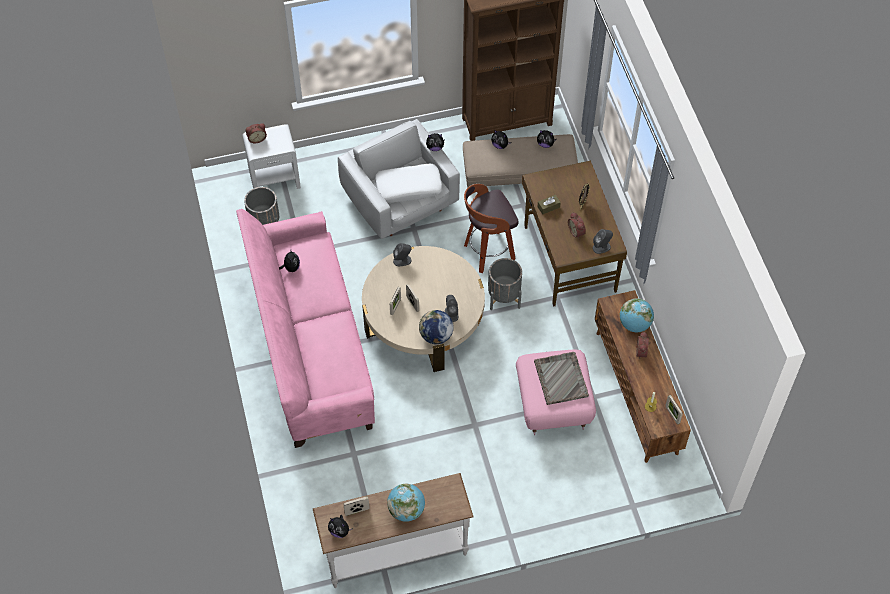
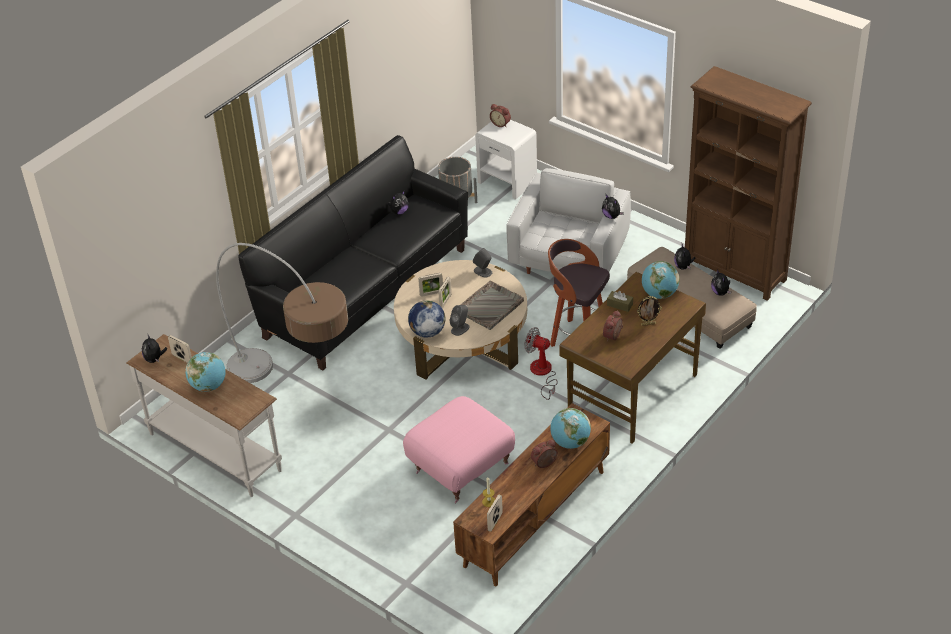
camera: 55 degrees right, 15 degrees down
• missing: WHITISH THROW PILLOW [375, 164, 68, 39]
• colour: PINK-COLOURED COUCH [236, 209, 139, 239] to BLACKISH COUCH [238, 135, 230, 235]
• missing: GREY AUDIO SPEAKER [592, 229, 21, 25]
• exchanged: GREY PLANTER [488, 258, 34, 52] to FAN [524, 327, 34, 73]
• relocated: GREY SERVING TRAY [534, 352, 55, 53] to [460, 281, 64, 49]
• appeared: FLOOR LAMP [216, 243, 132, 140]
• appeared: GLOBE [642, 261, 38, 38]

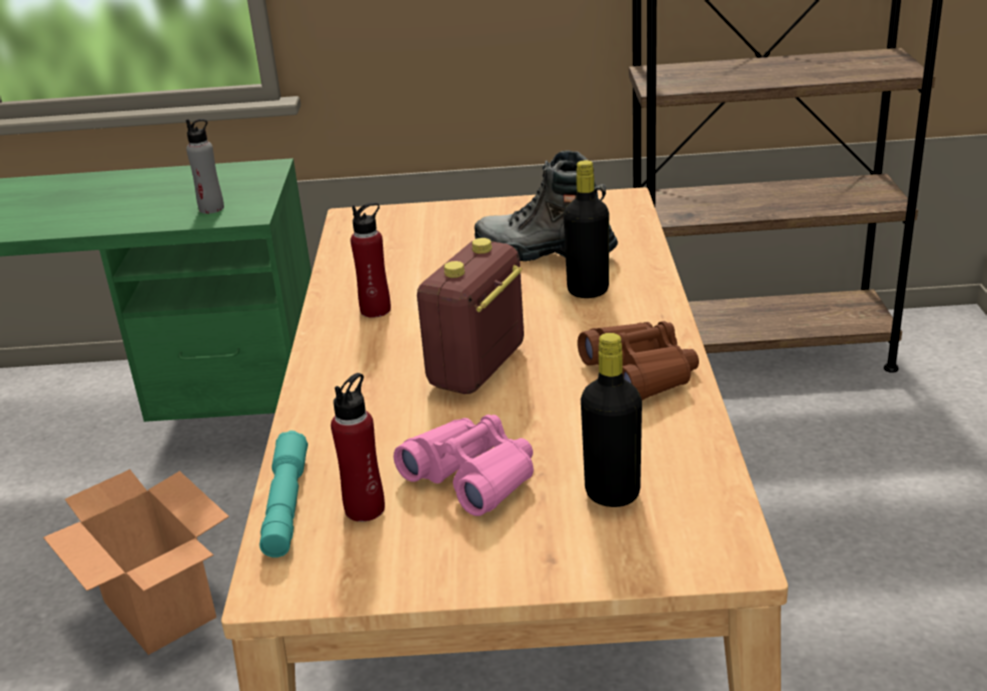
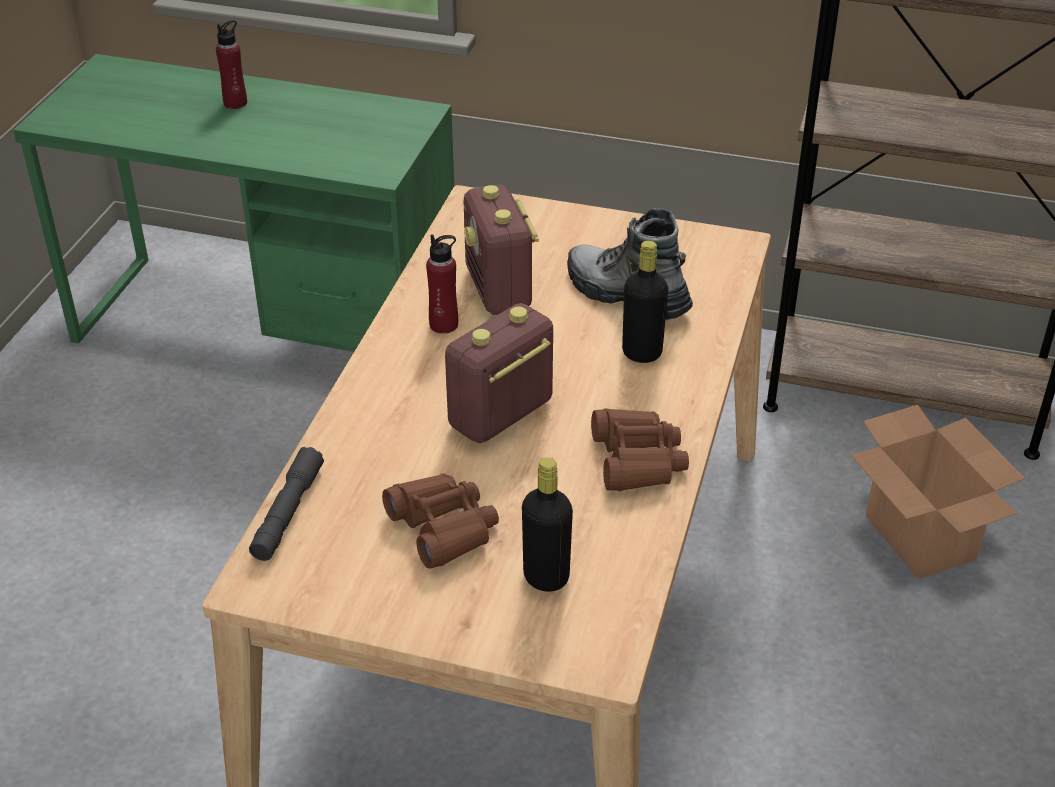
camera: 15 degrees right, 10 degrees up
• missing: GREY BOTTLE [186, 119, 38, 95]
• relocated: RED BOTTLE [331, 373, 54, 149] to [216, 20, 31, 89]
• colour: PINK-COLOURED FIELD GLASSES [393, 415, 141, 101] to BROWNISH FIELD GLASSES [382, 473, 117, 96]
• colour: TURQUOISE-COLOURED FLASHLIGHT [259, 430, 49, 128] to GREY FLASHLIGHT [249, 447, 75, 114]
• relocated: CARTON [43, 469, 186, 186] to [851, 405, 174, 174]
• appeared: RADIO SET [464, 185, 75, 130]

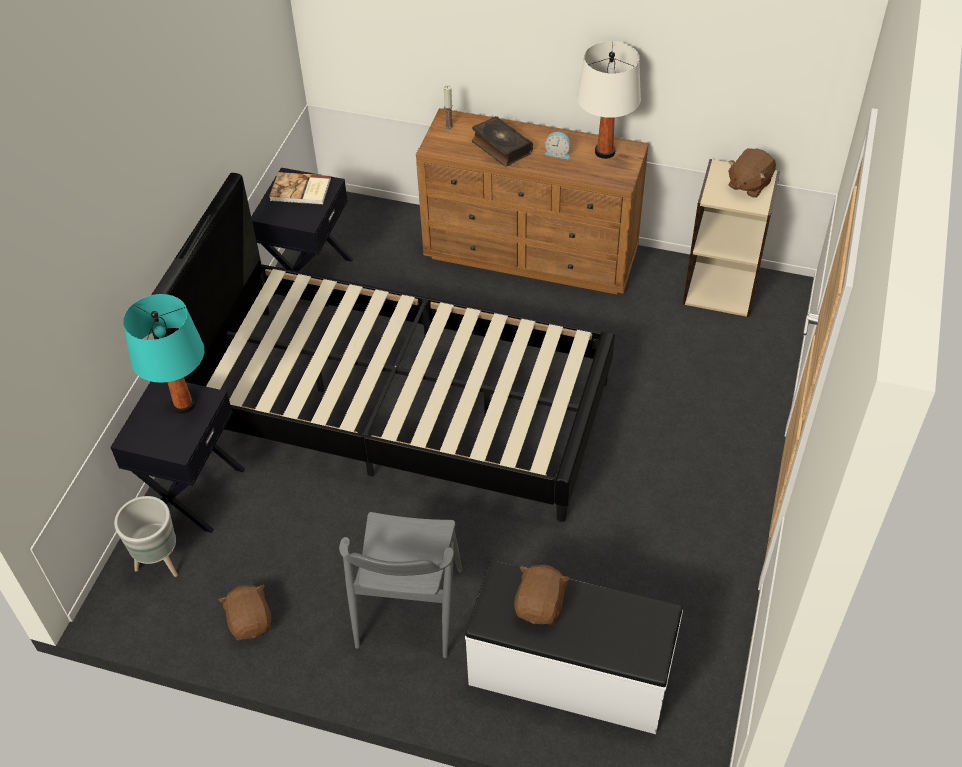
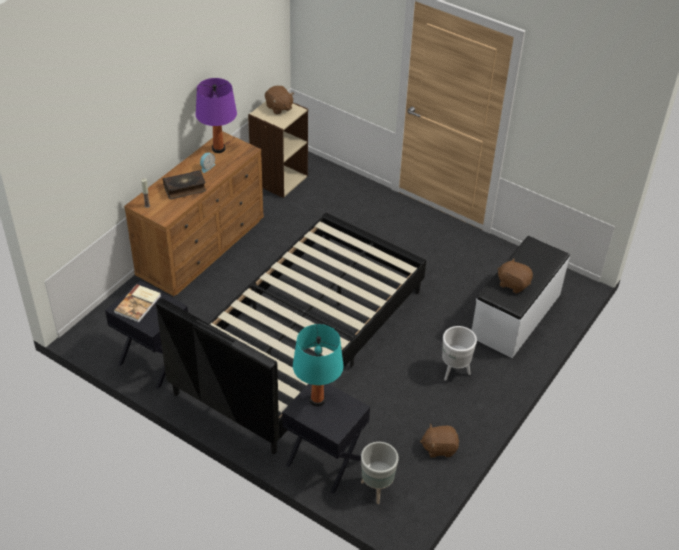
camera: 75 degrees left, 5 degrees down
• colour: WHITISH LAMP FOR A TABLE [577, 41, 64, 118] to PURPLISH LAMP FOR A TABLE [196, 78, 41, 75]
• exchanged: GREY CHAIR [339, 512, 123, 146] to WHITISH PLANTER [442, 326, 35, 55]

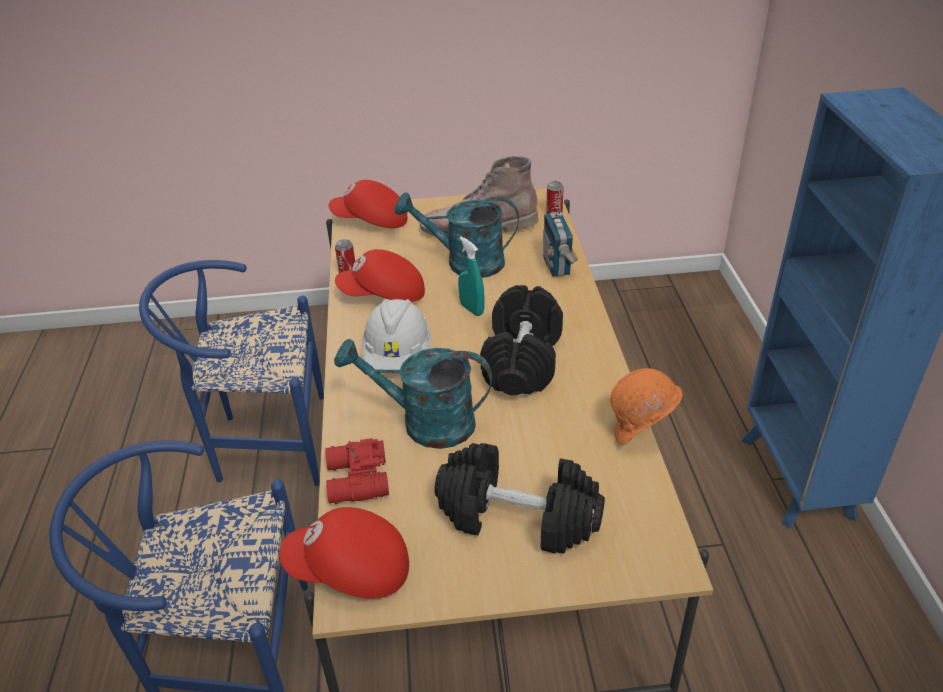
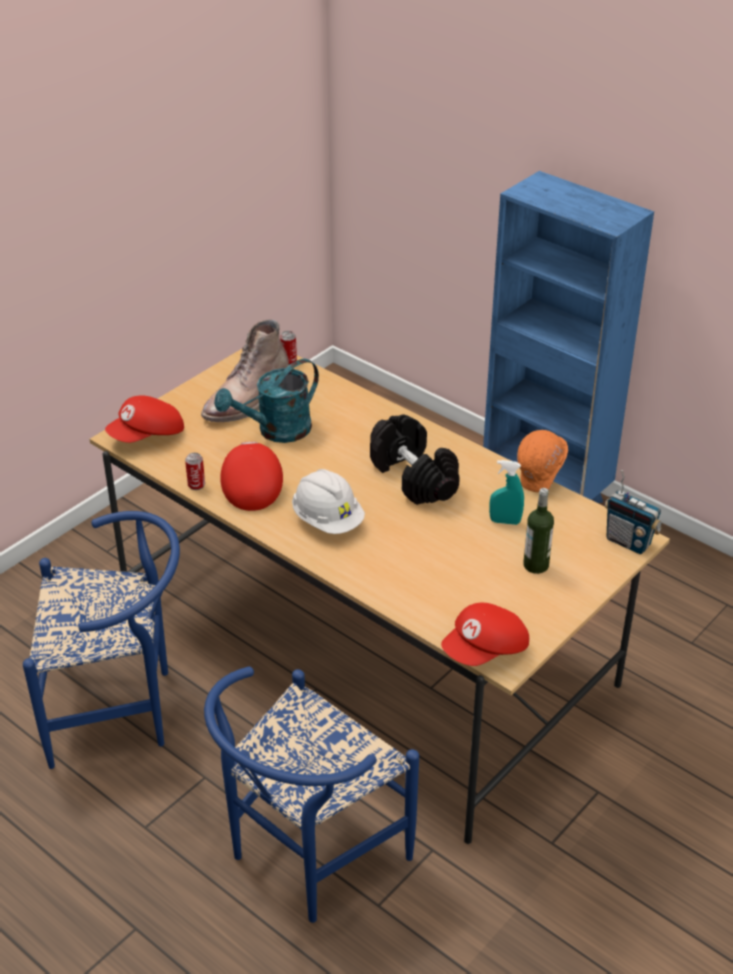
camera: 45 degrees left, 0 degrees up
• relocated: RADIO SET [543, 189, 35, 88] to [604, 470, 58, 84]
• relocated: TURQUOISE-COLOURED SPRAY BOTTLE [458, 237, 26, 79] to [489, 460, 35, 65]
• spun: RED PEAKED CAP [335, 249, 90, 53] = [220, 442, 63, 69] 135 degrees clockwise
• spun: BLUE CHAIR [139, 260, 185, 226] = [23, 511, 157, 258] 135 degrees counterclockwise
• missing: TURQUOISE-COLOURED WATERING CAN [334, 339, 158, 110]
• missing: RED FIELD GLASSES [325, 438, 64, 66]
• exchanged: BLACKISH HAND WEIGHT [434, 443, 171, 111] to BOTTLE [523, 488, 31, 86]

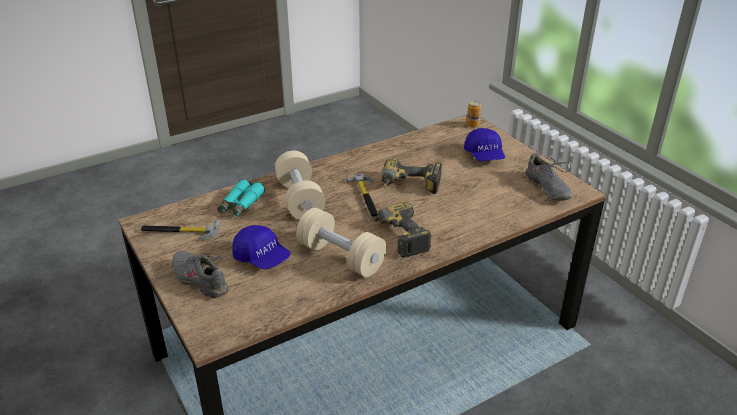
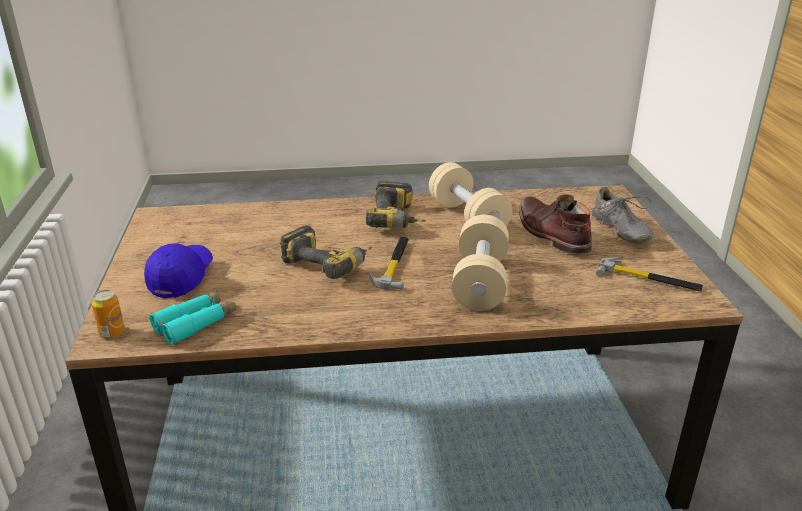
camera: 155 degrees left, 5 degrees down
• missing: GREY SHOE [523, 153, 49, 48]
• relocated: TURQUOISE-COLOURED FIELD GLASSES [217, 179, 48, 37] to [150, 290, 87, 55]
• exchanged: BLUE PEAKED CAP [232, 225, 58, 45] to BROWNISH HIGH-TOP BOOT [519, 194, 73, 60]

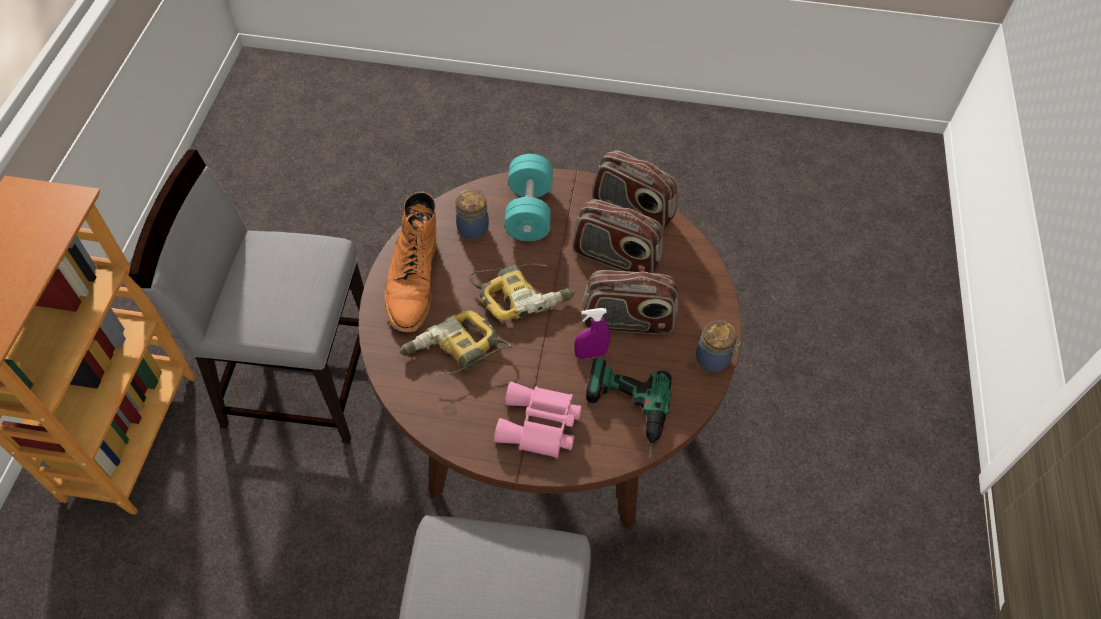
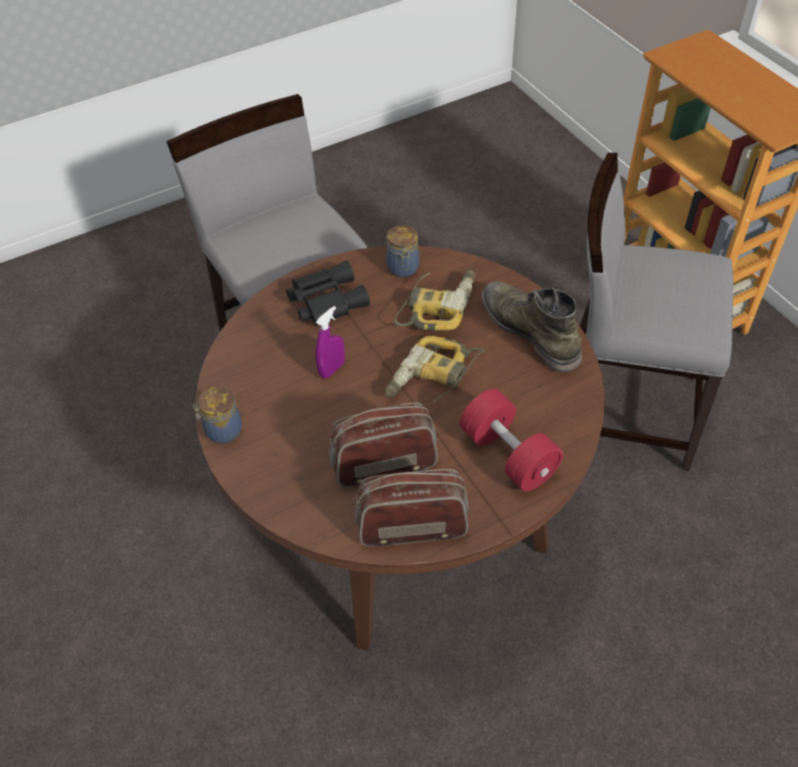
camera: 145 degrees right, 5 degrees down
• spun: GREY CHAIR [129, 150, 235, 294] = [580, 153, 153, 318] 135 degrees counterclockwise
• colour: TURQUOISE-COLOURED HAND WEIGHT [505, 154, 48, 87] to RED HAND WEIGHT [460, 389, 103, 102]
• relocated: PRESERVE JAR [455, 189, 34, 50] to [386, 225, 33, 52]
• colour: ORANGE HIGH-TOP BOOT [384, 191, 52, 141] to GREEN-COLOURED HIGH-TOP BOOT [481, 281, 101, 91]
• missing: RADIO SET [582, 270, 96, 64]
• missing: DRILL [586, 358, 86, 101]
• colour: PINK-COLOURED FIELD GLASSES [494, 381, 87, 78] to BLACKISH FIELD GLASSES [286, 260, 84, 66]

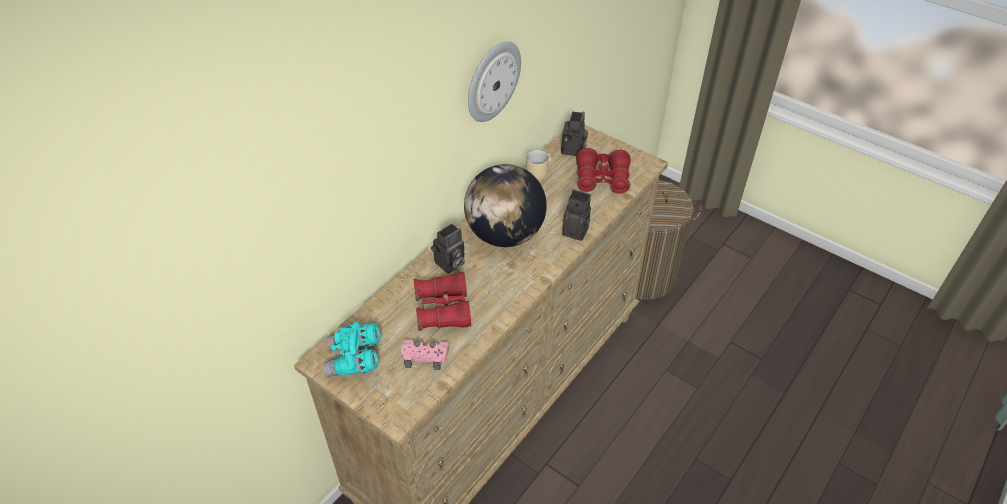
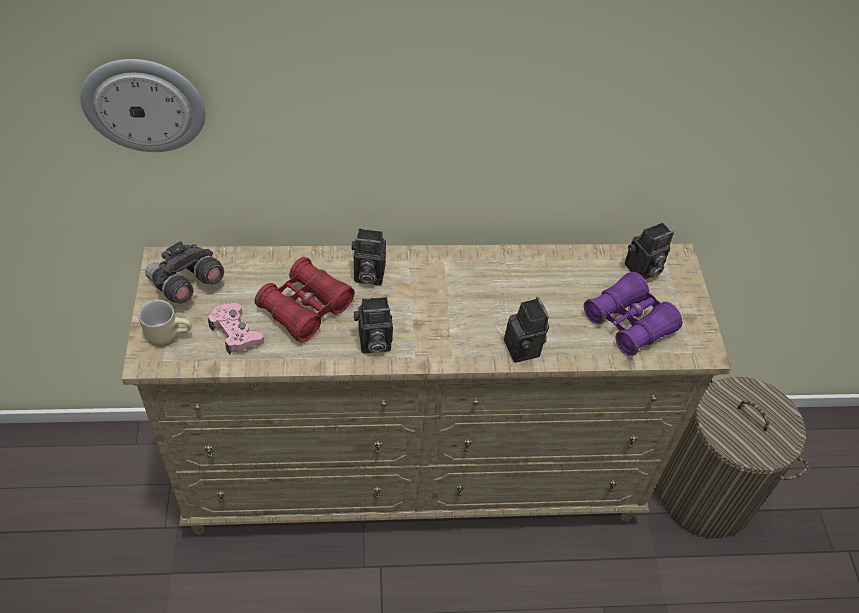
camera: 45 degrees right, 5 degrees up
• relocated: HANGING CLOCK [468, 41, 53, 81] to [80, 59, 126, 93]
• colour: RED FIELD GLASSES [576, 148, 55, 46] to PURPLISH FIELD GLASSES [584, 272, 98, 84]
• relocated: SAND-COLOURED COFFEE MUG [526, 150, 25, 32] to [138, 300, 54, 47]
• missing: GLOBE [464, 164, 83, 83]
• colour: TURQUOISE-COLOURED FIELD GLASSES [323, 322, 58, 55] to GREY FIELD GLASSES [145, 241, 79, 63]
• appeared: PHOTO CAMERA [354, 297, 39, 56]

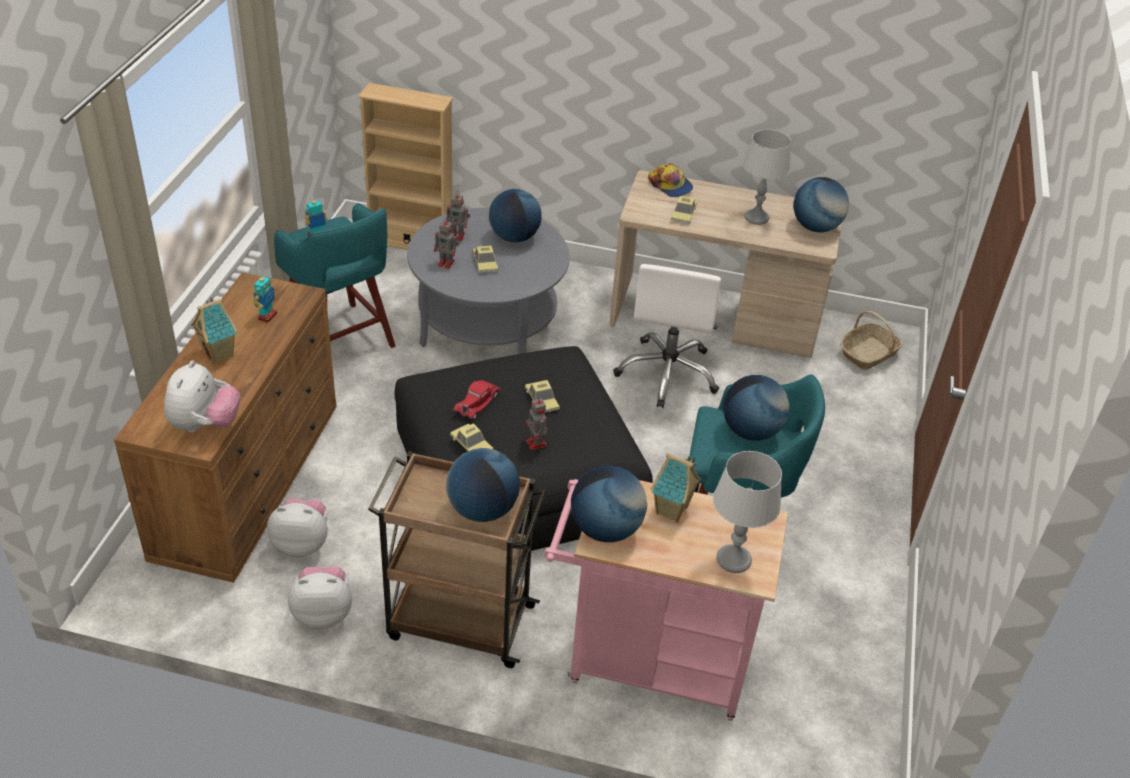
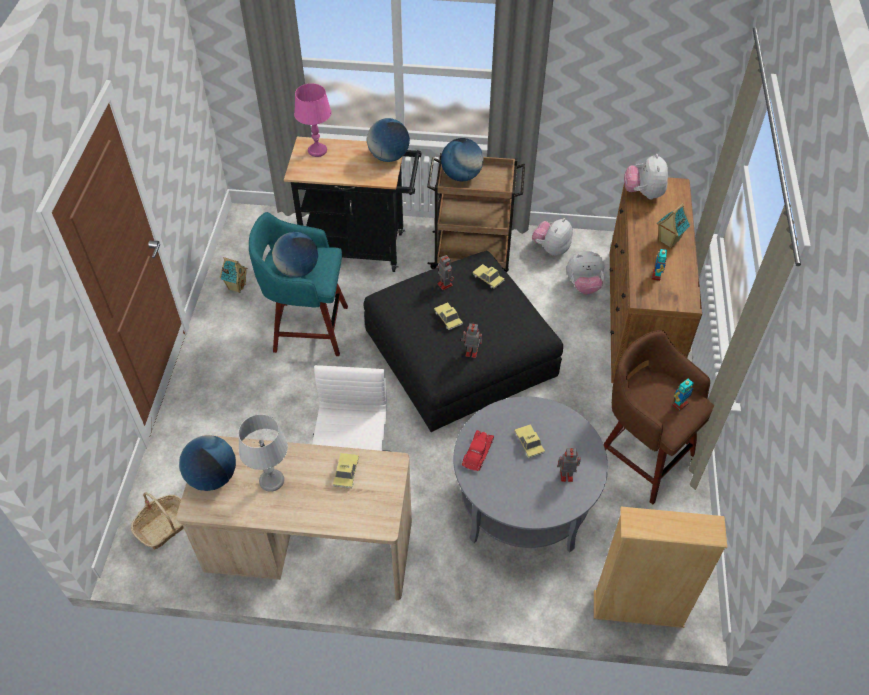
camera: 175 degrees right, 10 degrees up
• missing: PEAKED CAP [648, 163, 45, 34]
• missing: GLOBE [489, 189, 53, 53]
• colour: TURQUOISE-COLOURED SITTING STOOL [274, 203, 122, 145] to BROWNISH SITTING STOOL [603, 330, 111, 175]
• relocated: ROBOT FIGURE [434, 219, 25, 50] to [461, 323, 21, 35]
• relocated: RED TOY CAR [453, 380, 47, 40] to [462, 430, 32, 41]
• colour: GREY LAMP FOR A TABLE [713, 451, 69, 122] to PINK-COLOURED LAMP FOR A TABLE [294, 83, 37, 74]
• relocated: MODEL HOUSE [651, 453, 50, 70] to [220, 257, 28, 36]
• colour: PINK-COLOURED TROLLEY [544, 479, 244, 242] to BLACKISH TROLLEY [284, 137, 138, 135]
• spun: SOFT TOY [288, 566, 64, 63] = [532, 218, 41, 38] 135 degrees clockwise

